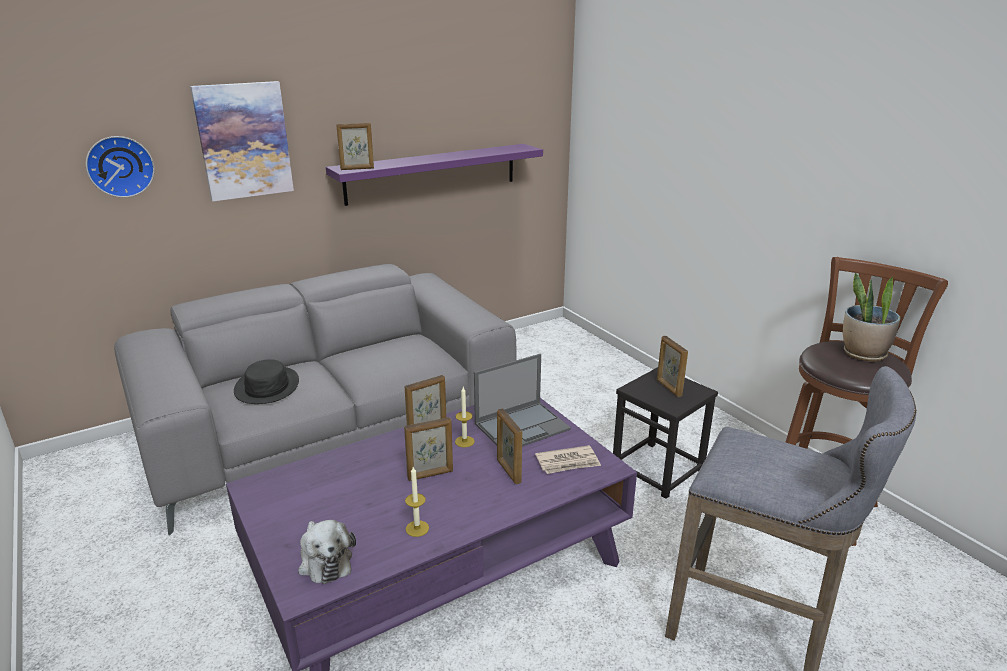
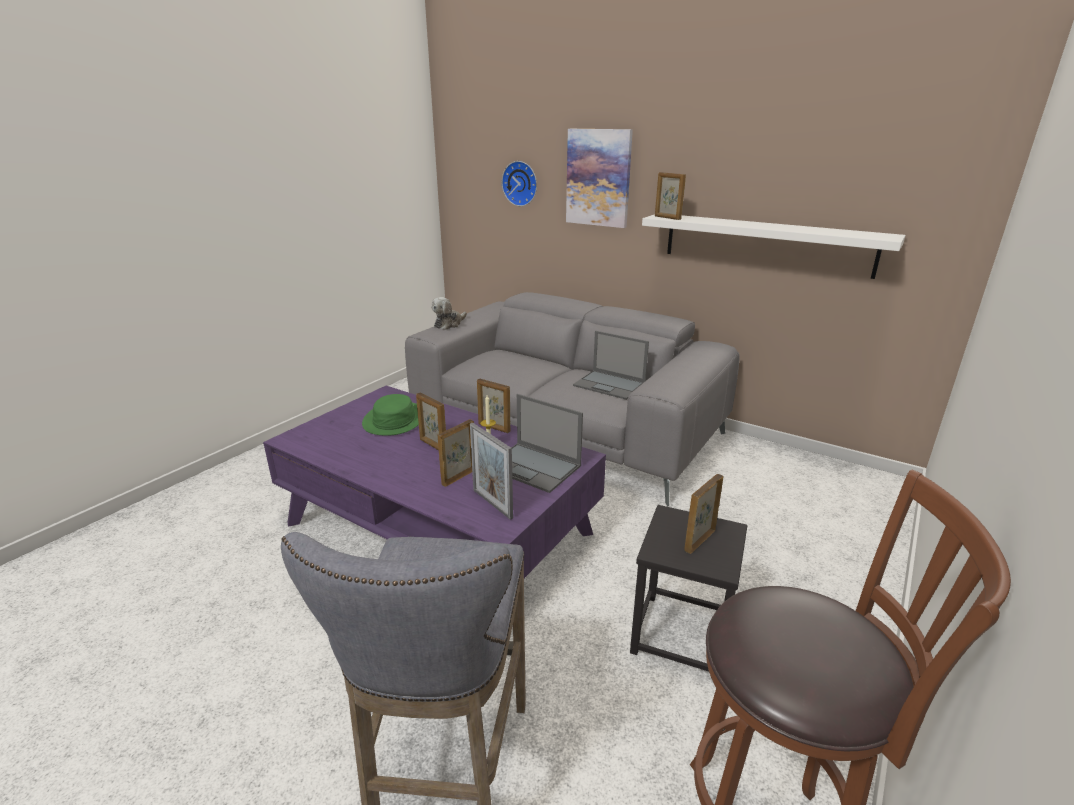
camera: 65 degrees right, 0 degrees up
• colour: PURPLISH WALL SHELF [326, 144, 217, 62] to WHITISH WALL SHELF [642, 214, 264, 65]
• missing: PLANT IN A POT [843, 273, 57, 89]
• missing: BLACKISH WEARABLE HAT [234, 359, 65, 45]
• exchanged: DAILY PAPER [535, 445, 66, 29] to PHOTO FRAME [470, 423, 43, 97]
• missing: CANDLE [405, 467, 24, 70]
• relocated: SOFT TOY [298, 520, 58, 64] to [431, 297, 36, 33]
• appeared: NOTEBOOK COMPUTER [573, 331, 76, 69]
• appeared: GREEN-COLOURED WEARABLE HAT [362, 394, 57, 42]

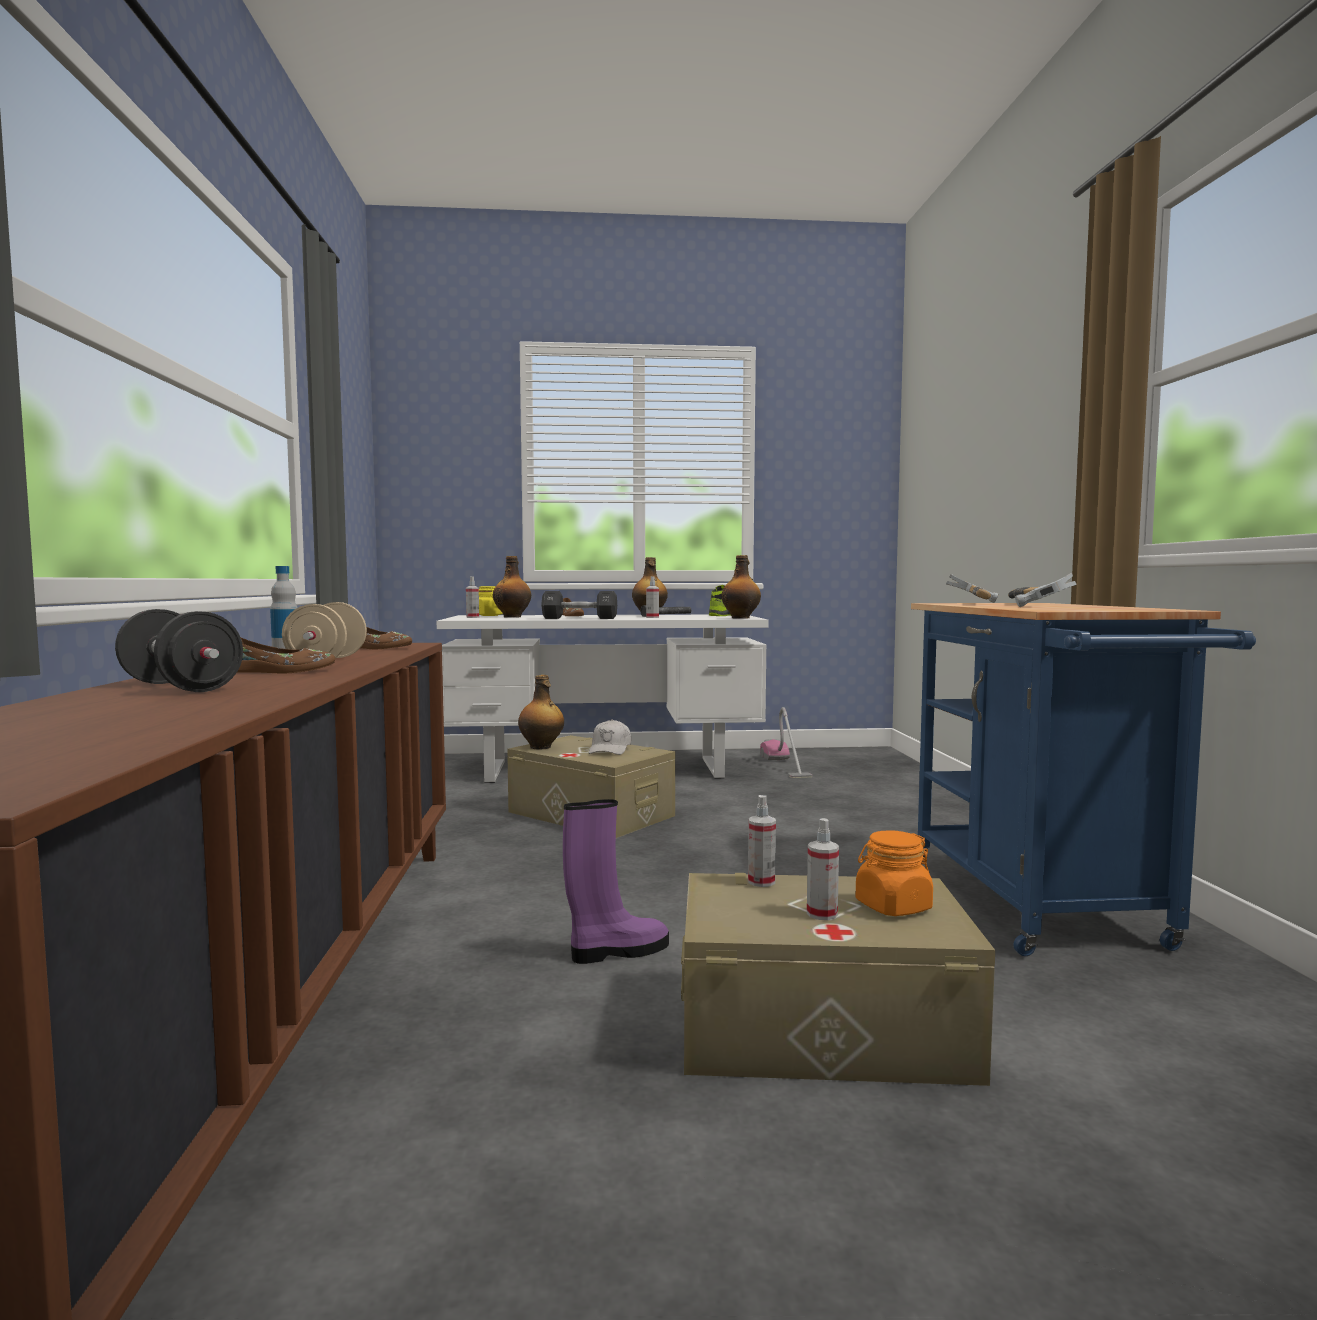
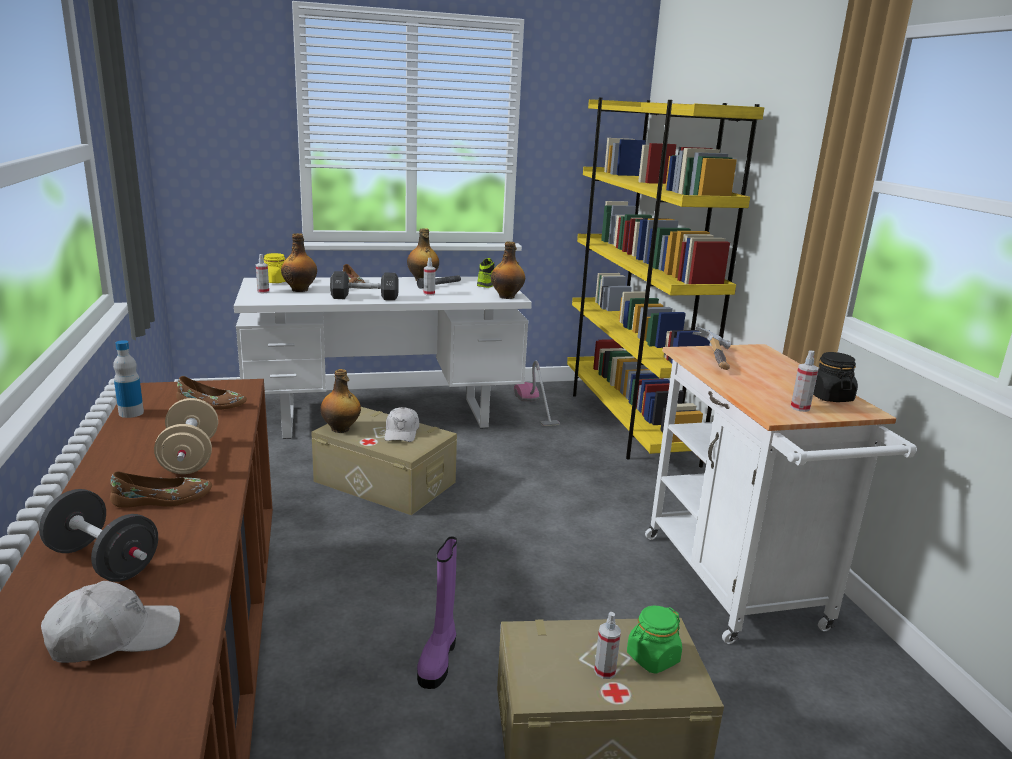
camera: 10 degrees left, 15 degrees up
• missing: HAND HAMMER [1008, 573, 68, 34]
• colour: BLUE TROLLEY [911, 603, 345, 353] to WHITISH TROLLEY [645, 344, 272, 300]
• relocated: SPRAY BOTTLE [748, 795, 28, 92] to [791, 350, 28, 62]
• spun: PURPLISH HIGH-TOP BOOT [563, 799, 106, 165] = [417, 536, 40, 153] 135 degrees clockwise
• colour: ORANGE PRESERVE JAR [856, 830, 77, 86] to GREEN-COLOURED PRESERVE JAR [627, 605, 55, 69]
• appeared: YELLOW-COLOURED BOOKCASE [567, 97, 197, 371]
• appeared: BLACKISH PRESERVE JAR [813, 352, 45, 50]
• appeared: WHITISH PEAKED CAP [41, 581, 139, 82]

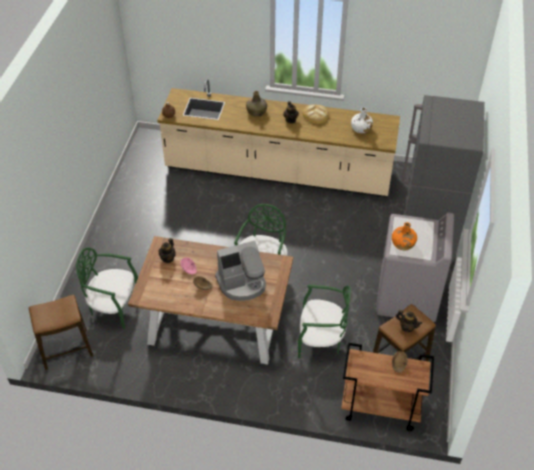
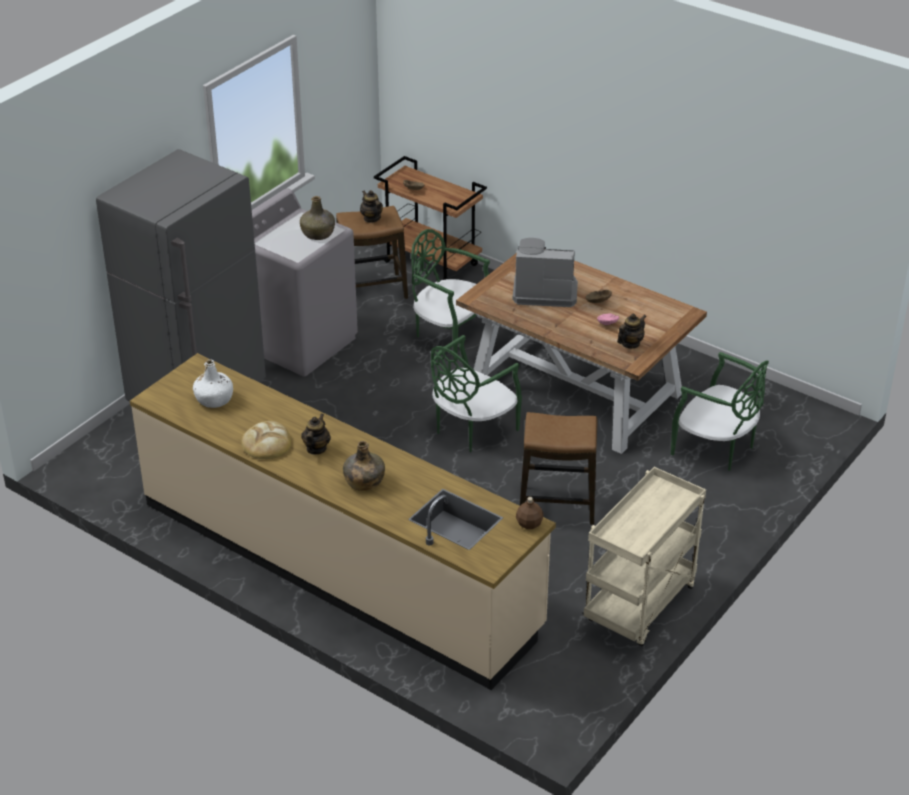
camera: 155 degrees left, 10 degrees down
• colour: ORANGE BOTTLE [392, 222, 25, 28] to GREEN-COLOURED BOTTLE [300, 196, 35, 44]
• relocated: SITTING STOOL [29, 295, 64, 75] to [520, 412, 78, 113]
• appeared: SAND-COLOURED TROLLEY [583, 467, 123, 179]

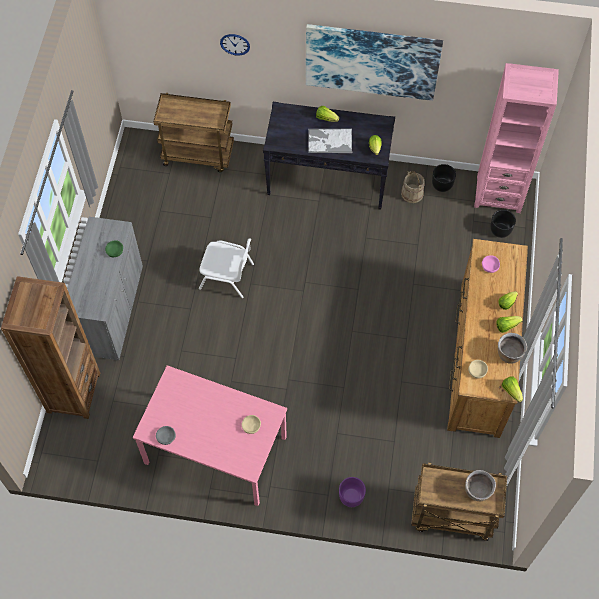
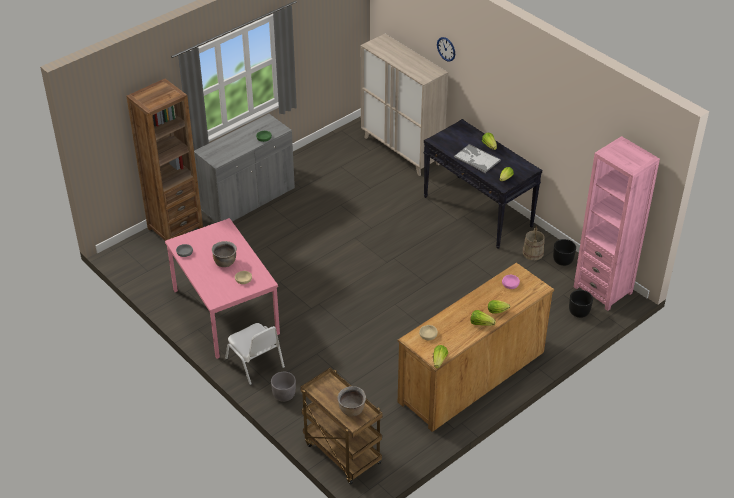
camera: 40 degrees right, 20 degrees down
• missing: WALL ART [306, 24, 137, 77]
• exchanged: BROWNISH TROLLEY [153, 93, 81, 80] to SAND-COLOURED CABINET [361, 34, 87, 142]
• relocated: WHITISH CHAIR [199, 238, 55, 60] to [225, 323, 60, 62]
• relocated: BROWNISH STOCKPOT [498, 333, 29, 31] to [212, 241, 25, 26]
• colour: PURPLISH PLANTER [339, 477, 27, 30] to GREY PLANTER [271, 372, 25, 30]

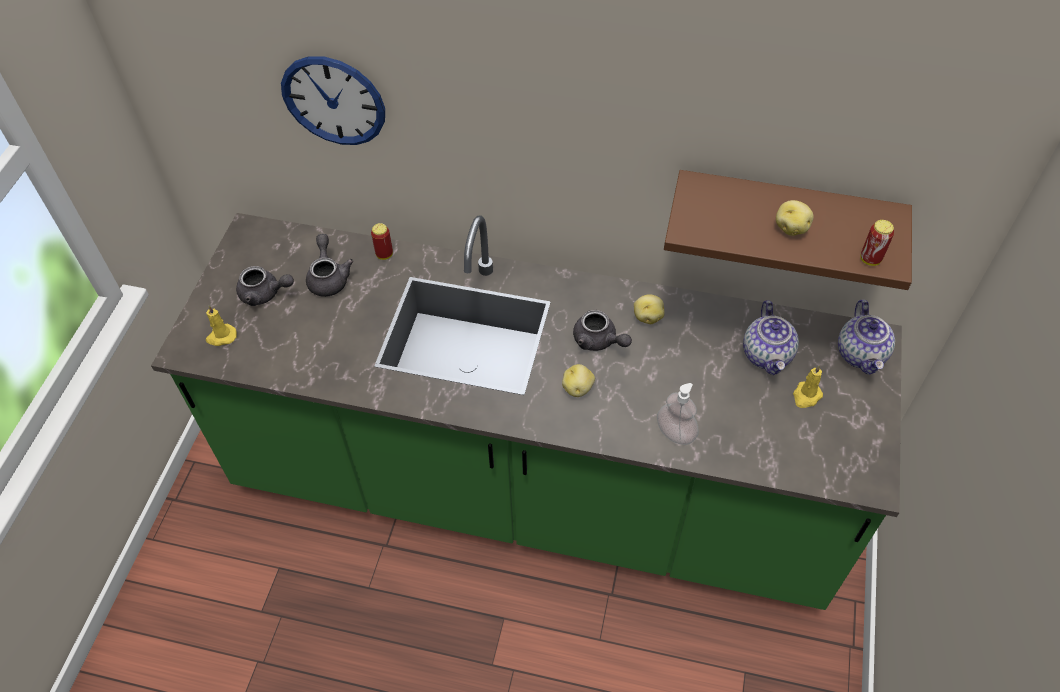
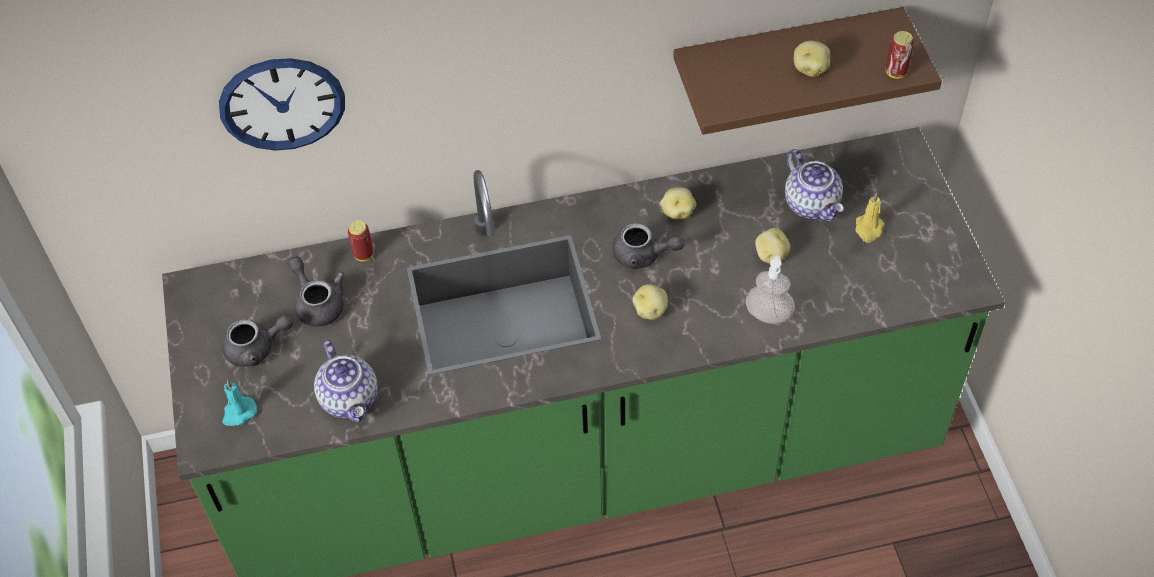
camera: 25 degrees left, 0 degrees up
• relocated: TEA POT [838, 300, 57, 75] to [314, 340, 64, 82]
• colour: YELLOW-COLOURED CANDLE [206, 306, 31, 40] to TURQUOISE-COLOURED CANDLE [222, 380, 35, 46]
• appeared: WHOLE POTATO [755, 228, 35, 35]

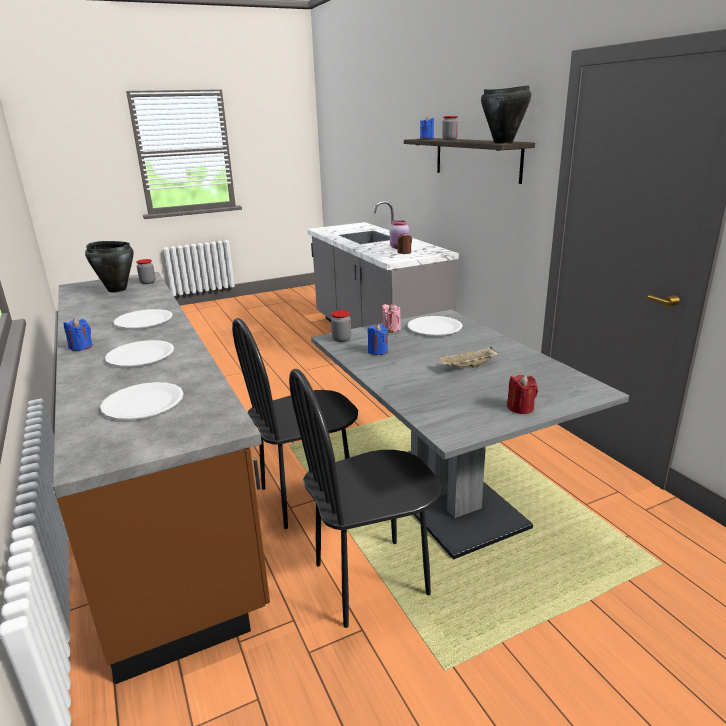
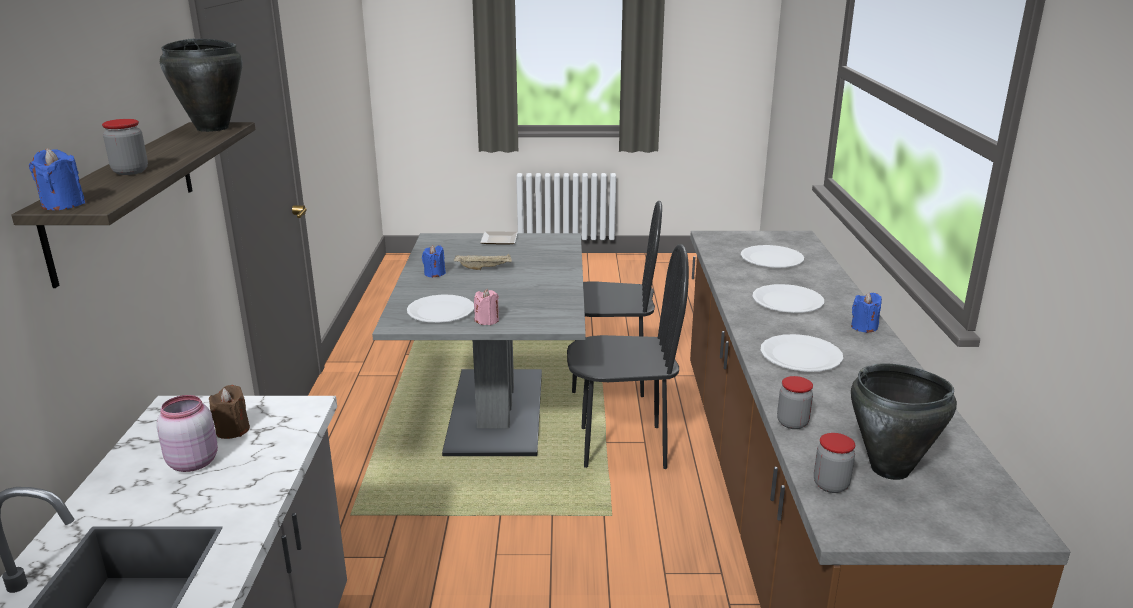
camera: 155 degrees left, 0 degrees up
• relocated: PRESERVE JAR [331, 310, 20, 32] to [777, 376, 36, 53]
• relocated: BLUE CANDLE [367, 324, 21, 31] to [422, 245, 24, 33]
• exchanged: RED CANDLE [507, 375, 31, 39] to FLAT DISH [480, 231, 38, 14]

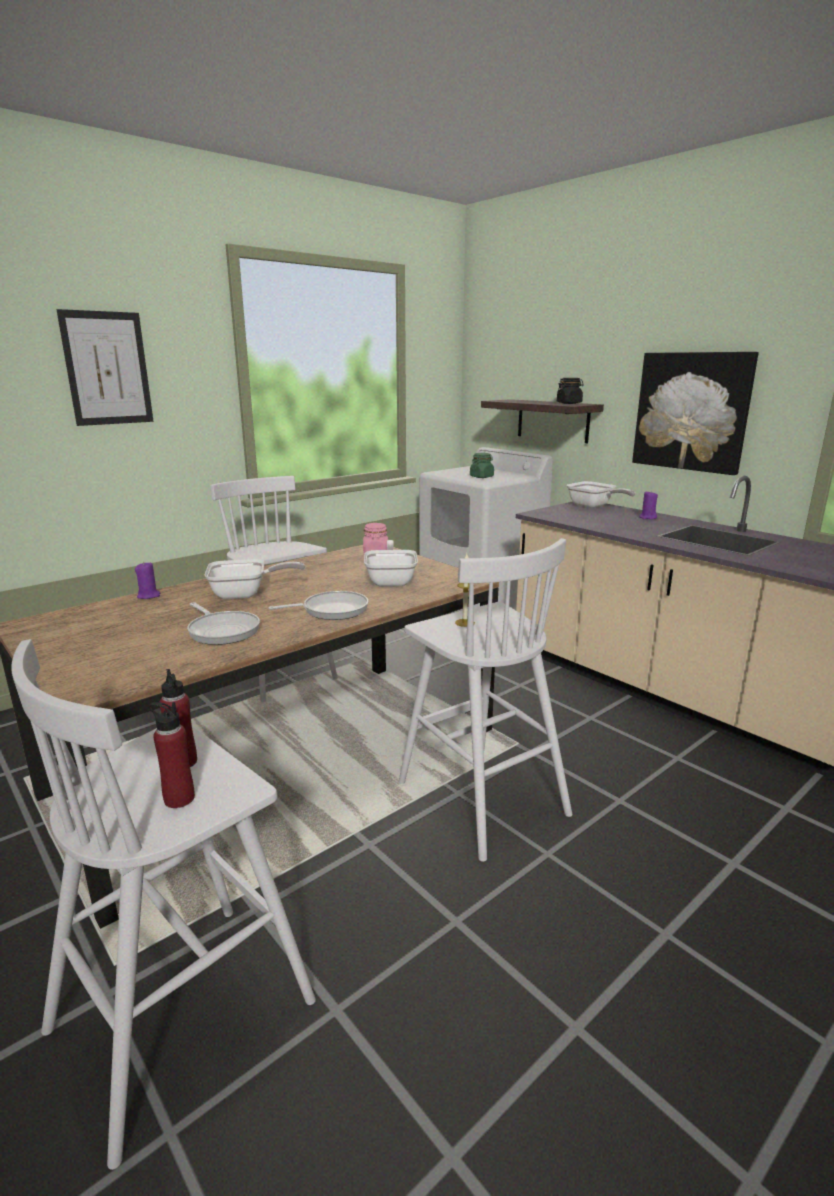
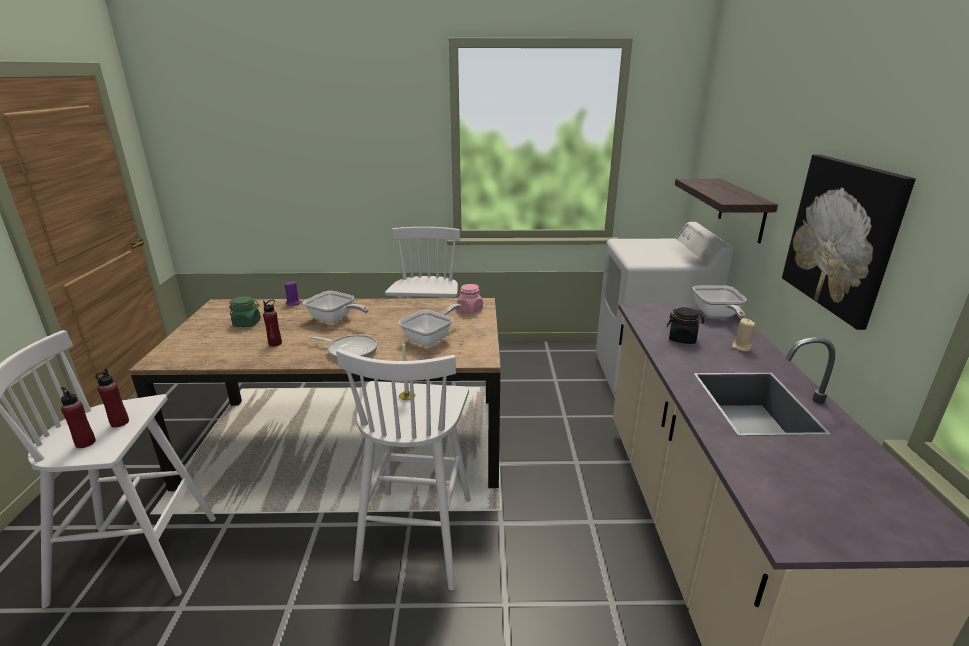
camera: 40 degrees right, 5 degrees up
• missing: WALL ART [56, 309, 98, 117]
• relocated: BLACKISH PRESERVE JAR [557, 378, 27, 26] to [667, 307, 37, 37]
• relocated: GREEN-COLOURED PRESERVE JAR [470, 453, 24, 25] to [229, 296, 32, 31]
• colour: PURPLISH CANDLE [639, 491, 19, 28] to SAND-COLOURED CANDLE [732, 318, 24, 33]
• exchanged: FRYING PAN [187, 602, 73, 43] to RED BOTTLE [263, 300, 19, 47]

